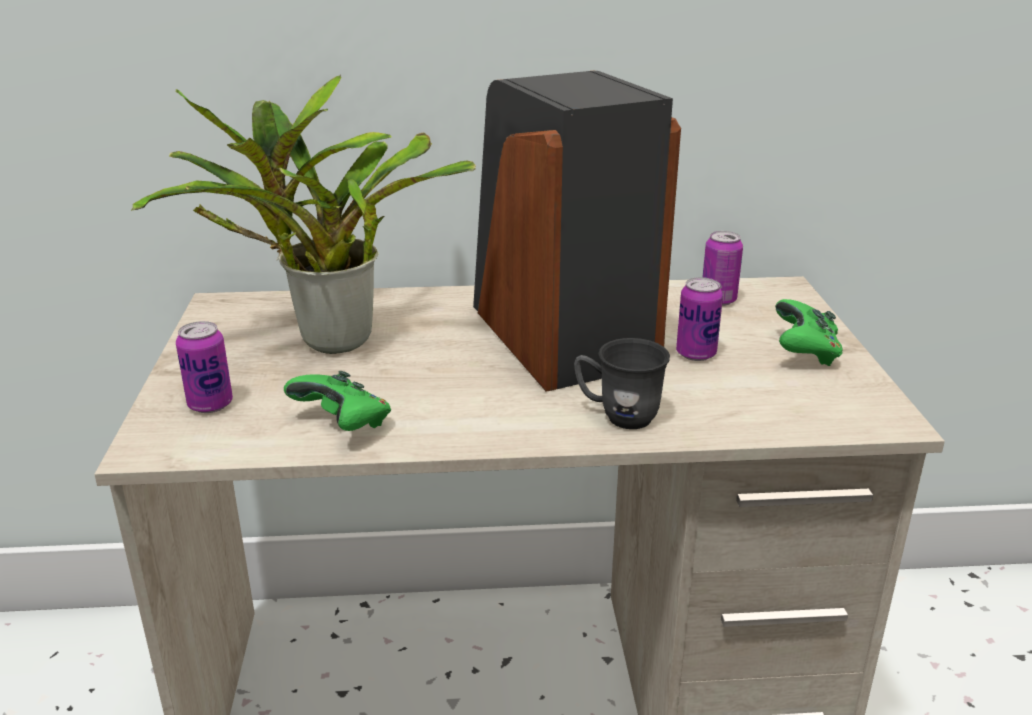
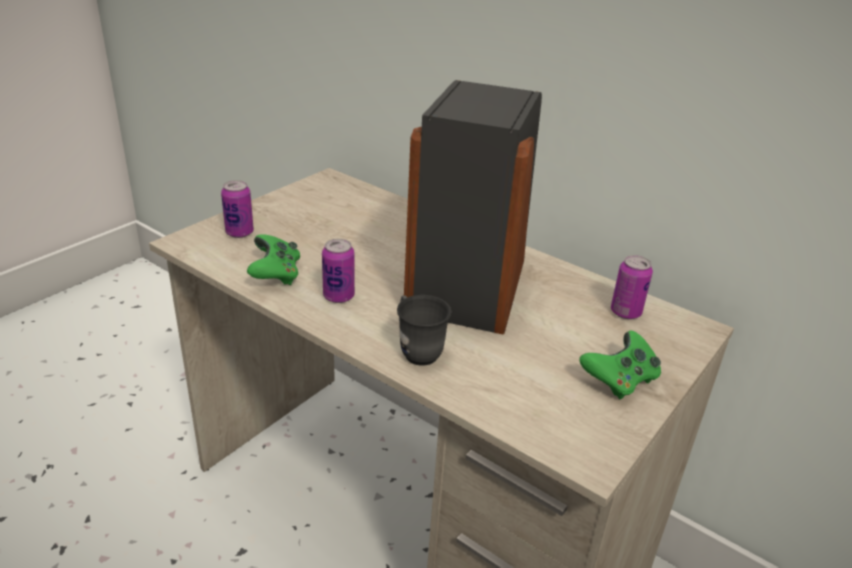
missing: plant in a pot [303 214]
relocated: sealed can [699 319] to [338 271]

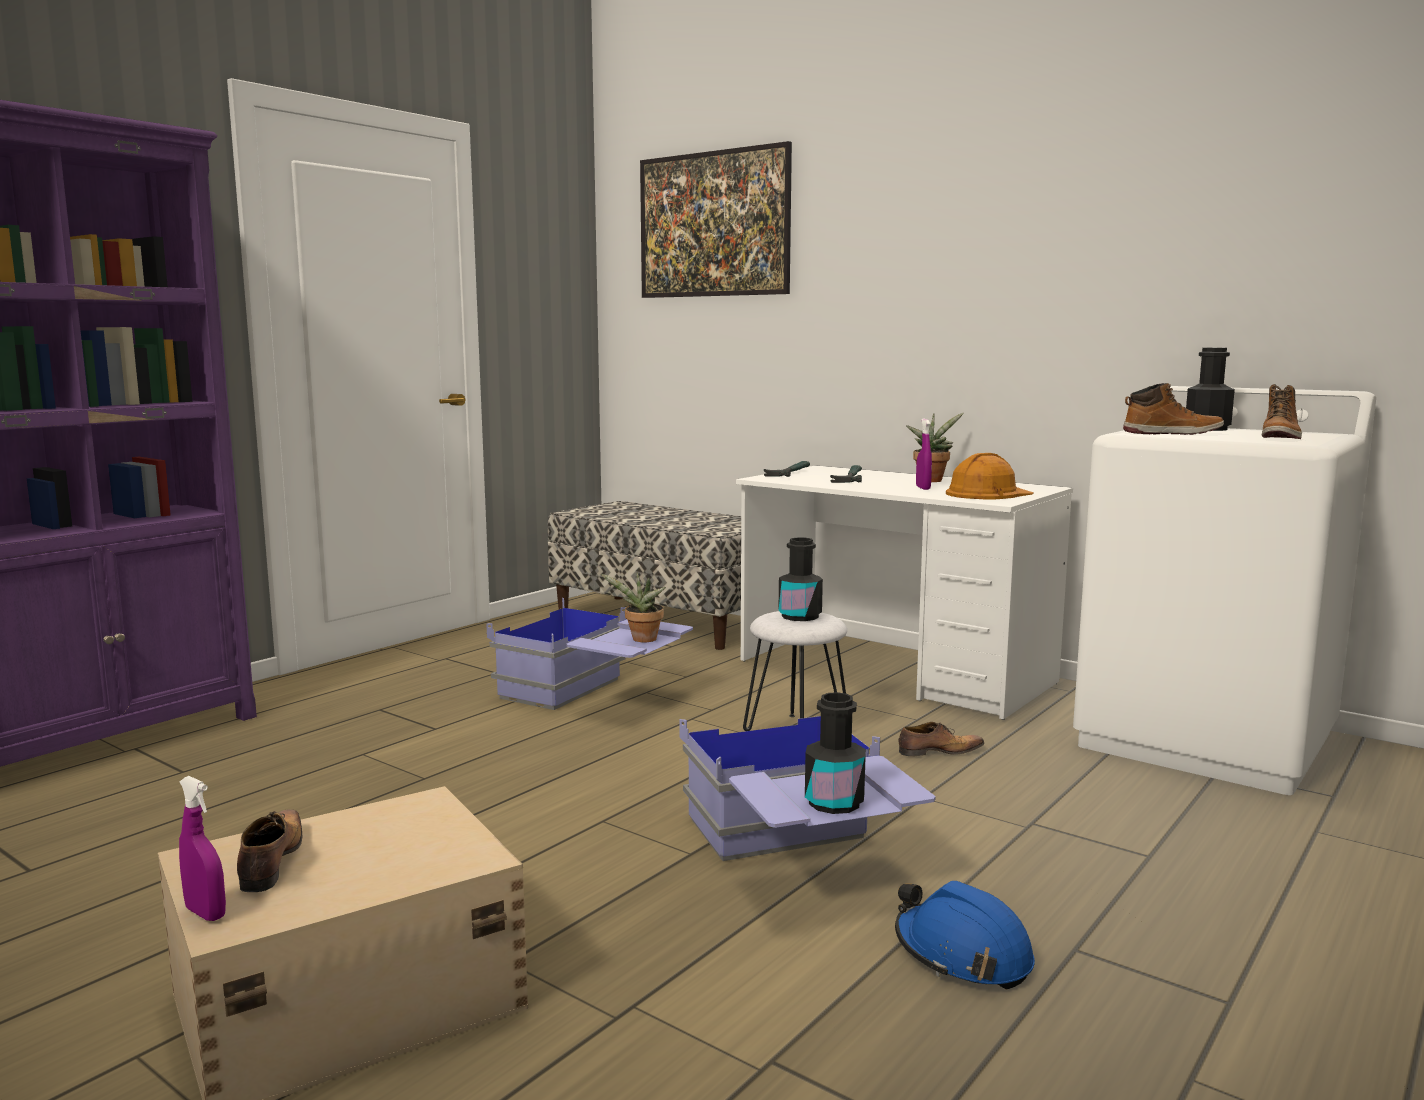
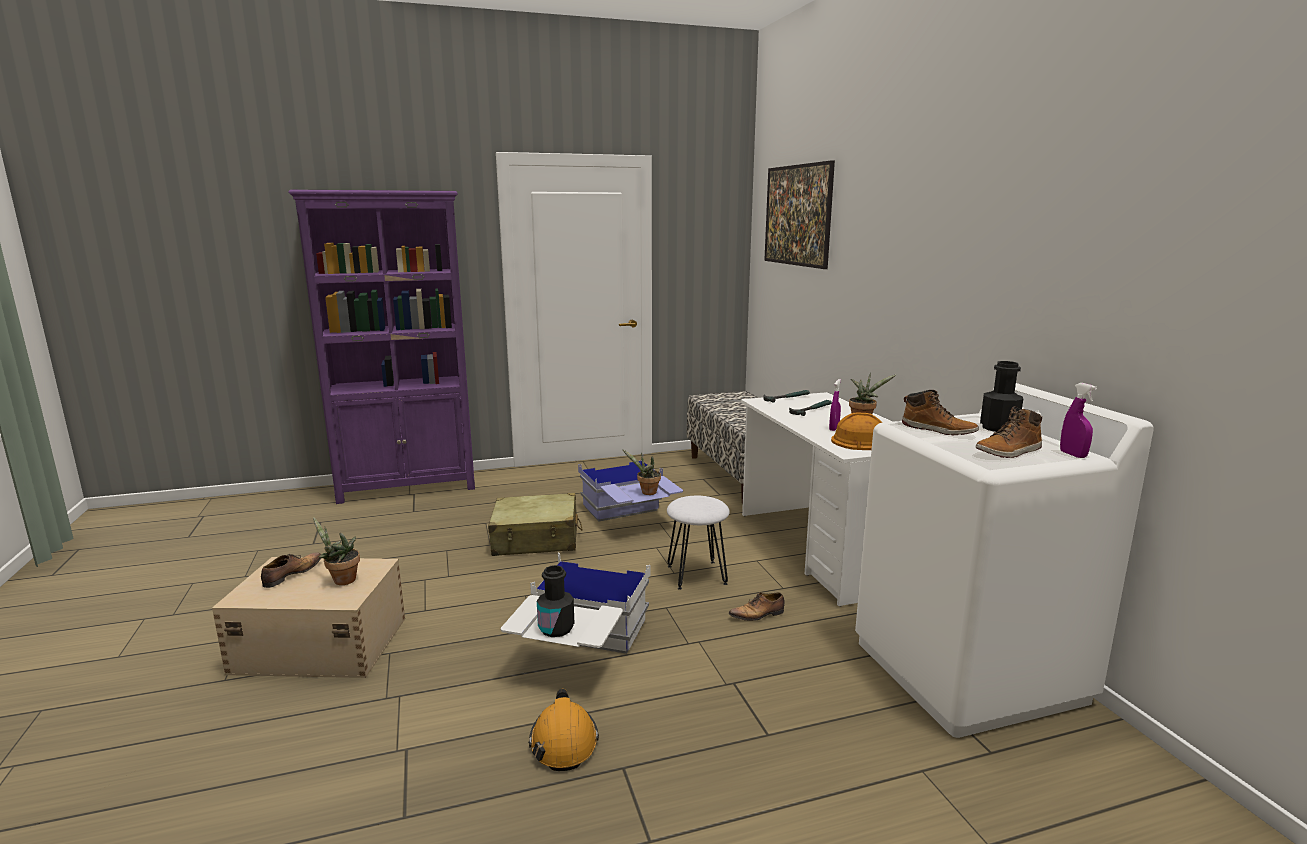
missing: blackish beverage bottle [801 579]
appeared: plant in a pot [336 551]; sand-coloured suitcase [535 524]
relocated: purple sprayer [202 848] to [1078 420]
colour: blue-coloured storage container [807 788] to white storage container [575 603]; blue-coloured work helmet [965 935] to orangey work helmet [564 730]
spun: item of footwear [942 739] = [756 606] 135 degrees clockwise

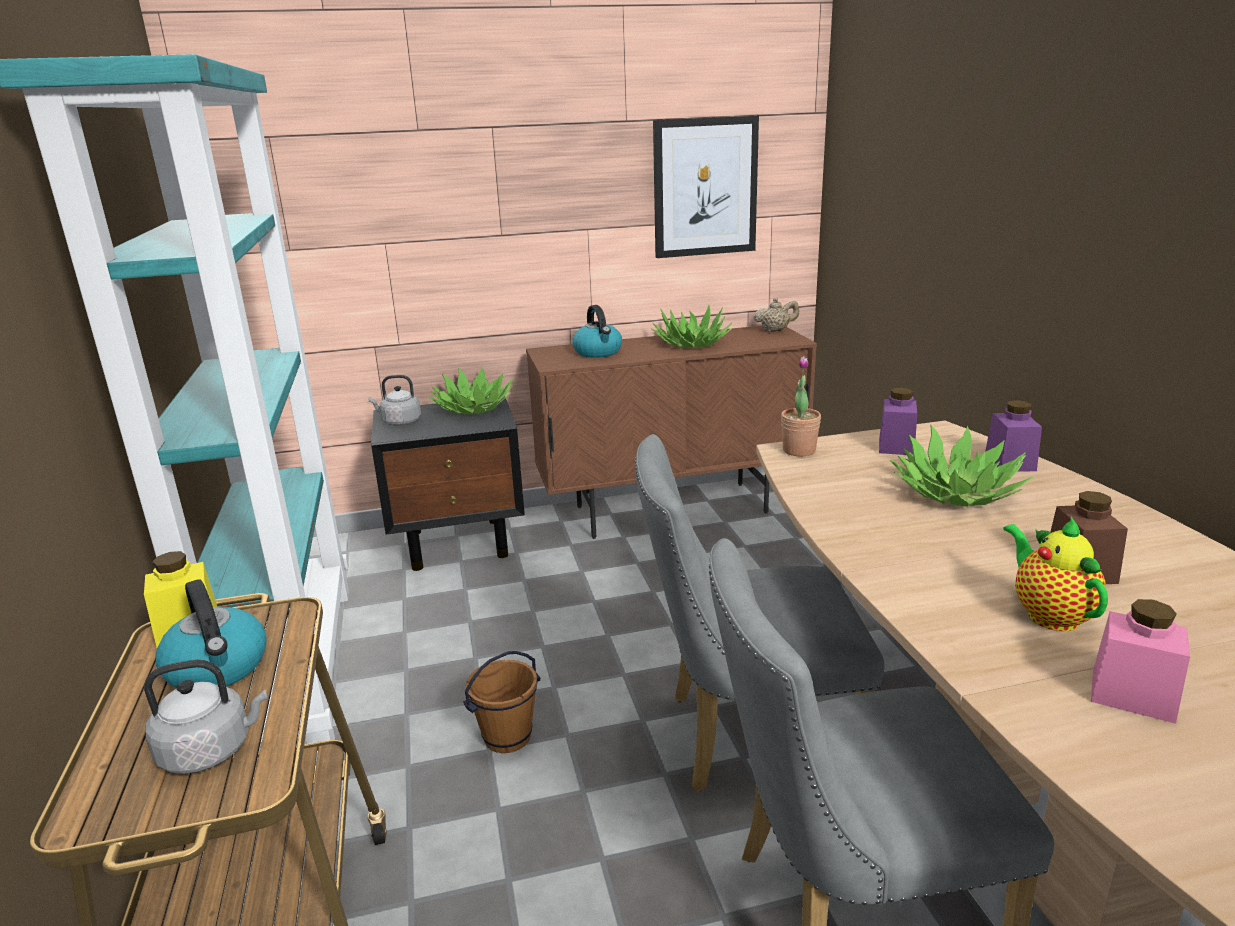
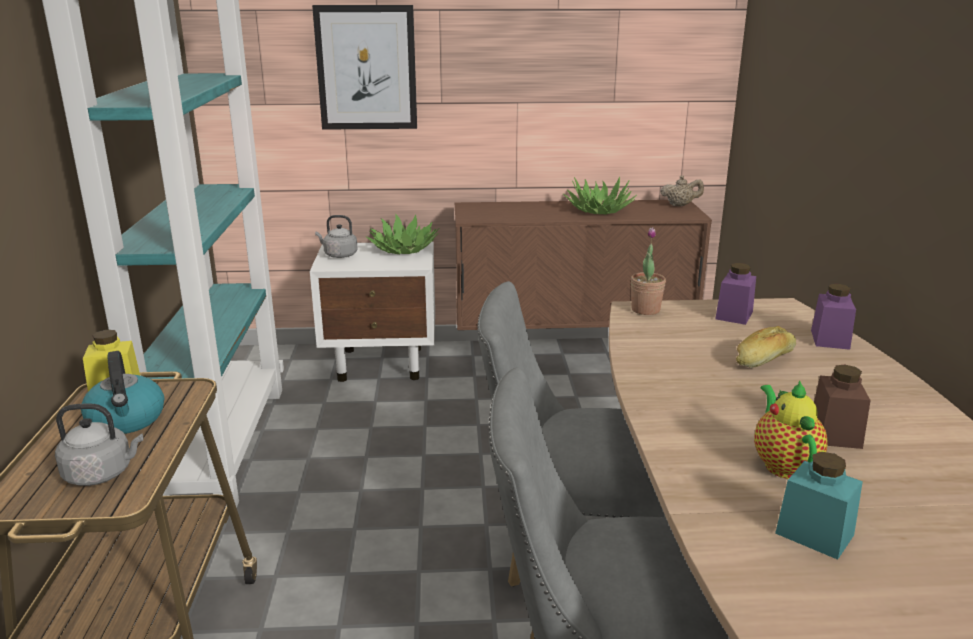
missing: brownish pail [501 702]; tea kettle [597 331]
relocated: wall art [706 187] to [364 67]
exchanged: plant in a pot [961 466] to bakery bread [766 347]
colour: blackish nightstand [448 483] to white nightstand [372 312]; pinkish storage jar [1140 661] to turquoise-coloured storage jar [819 506]

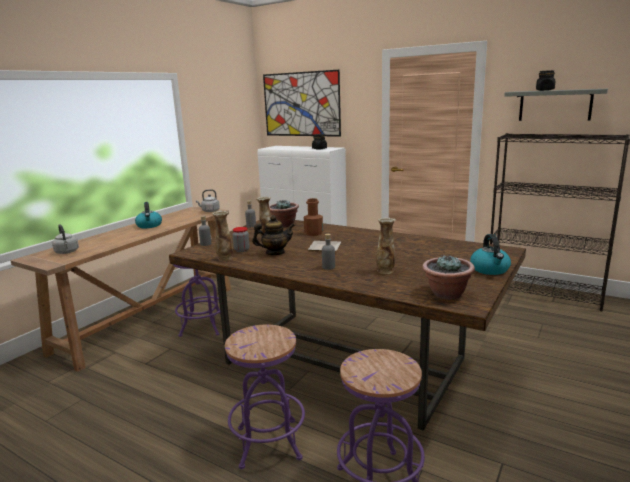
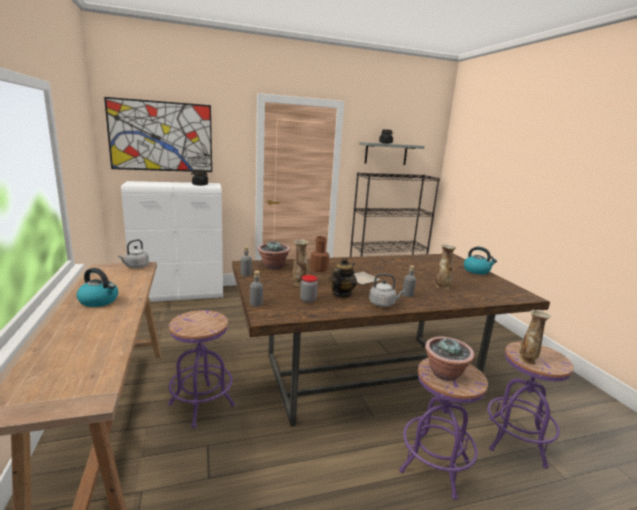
relocated: greyish tea kettle [65 239] to [387 290]; plant in a pot [448 277] to [450 359]; decorative vase [222 235] to [534 337]

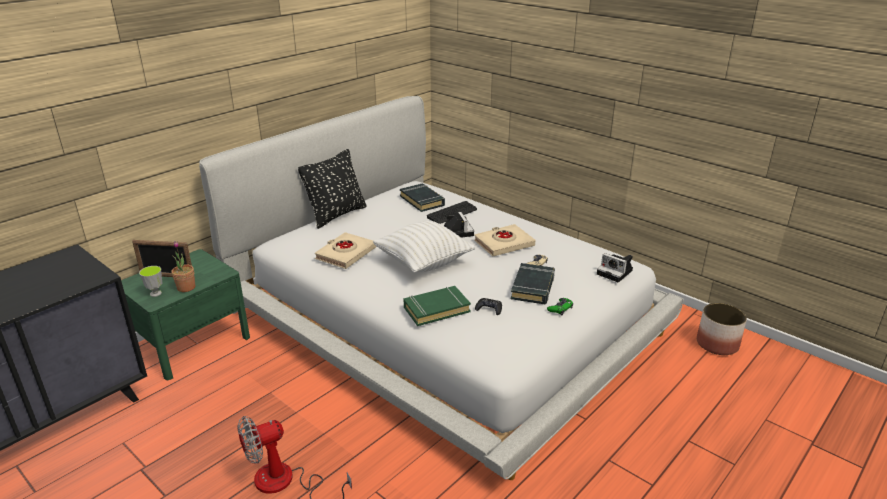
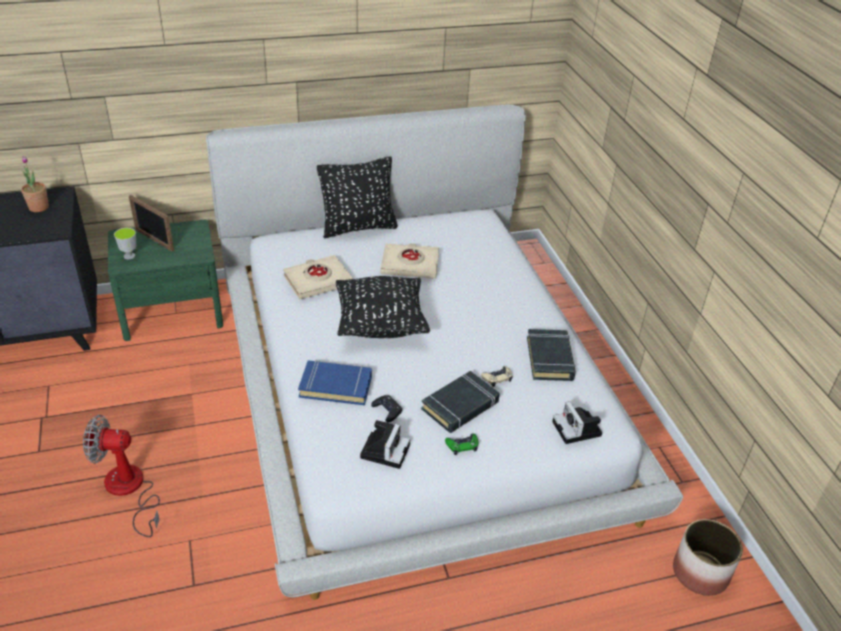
missing: PC keyboard [452 212]
relocated: plant in a pot [183 266] to [35 184]; still camera [459 225] to [385 444]; sand-coloured volume [504 240] to [409 261]; blackish volume [422 197] to [551 355]
colour: green-coloured volume [437 306] to blue-coloured volume [335 382]; white throw pillow [424 247] to blackish throw pillow [383 307]

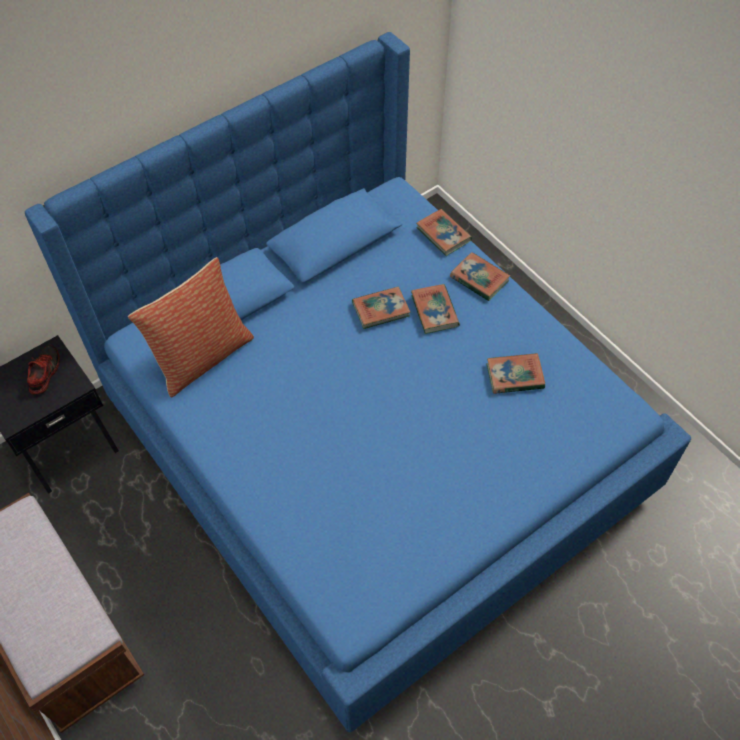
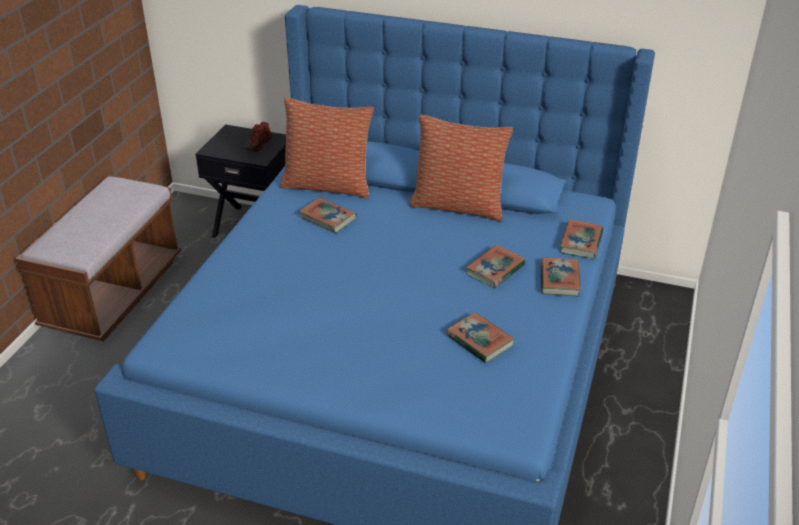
appeared: throw pillow [461 167]
relocated: volume [381 307] to [328 215]
spun: item of footwear [43 370] = [258 136] 135 degrees clockwise

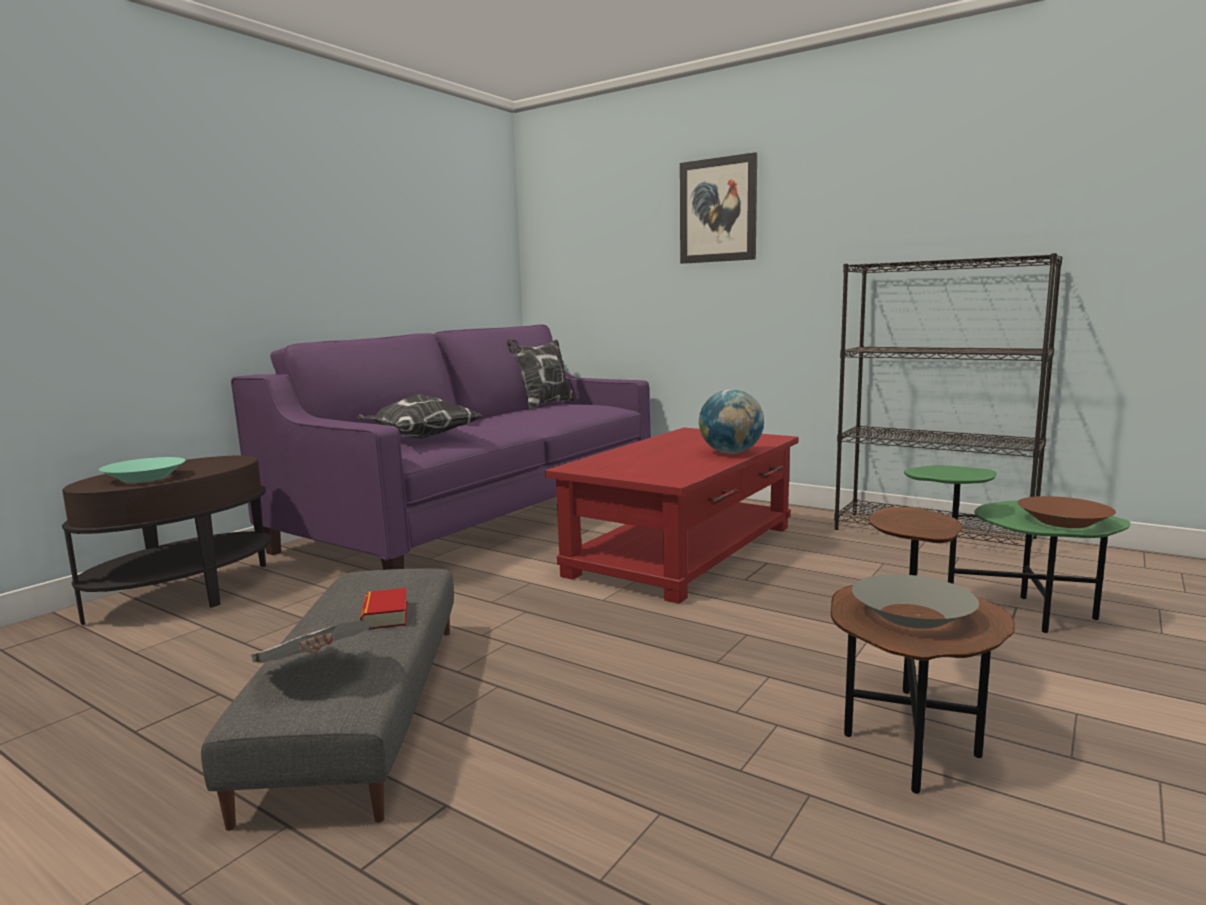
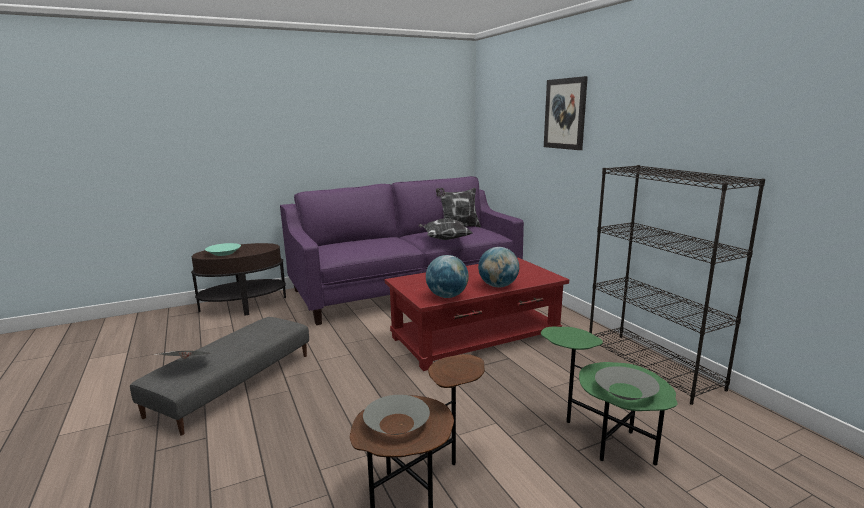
missing: volume [384 608]
appeared: world globe [447 276]
relocated: throw pillow [419 416] to [445 229]
colour: brownish deep dish [1066 512] to greyish deep dish [627 383]

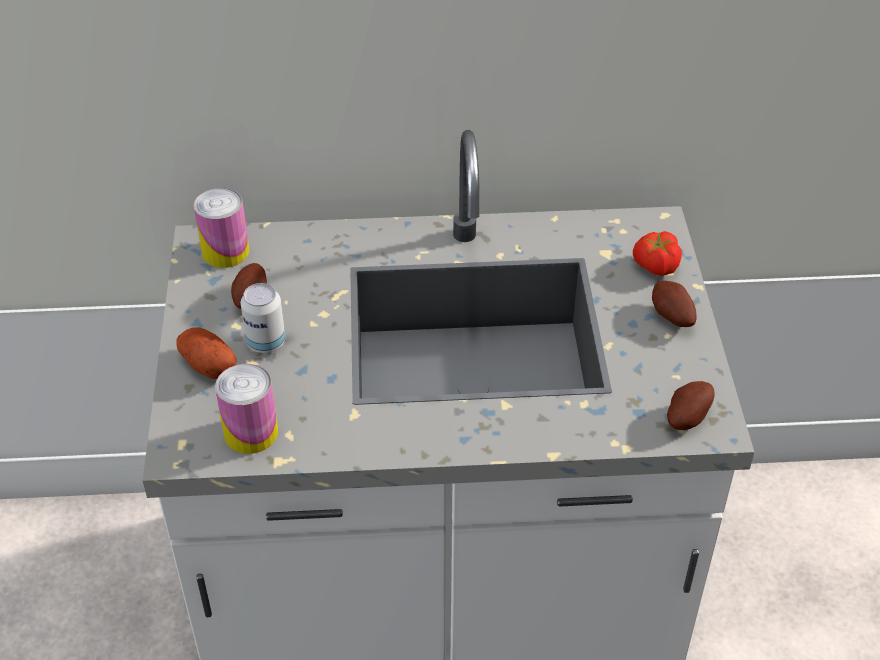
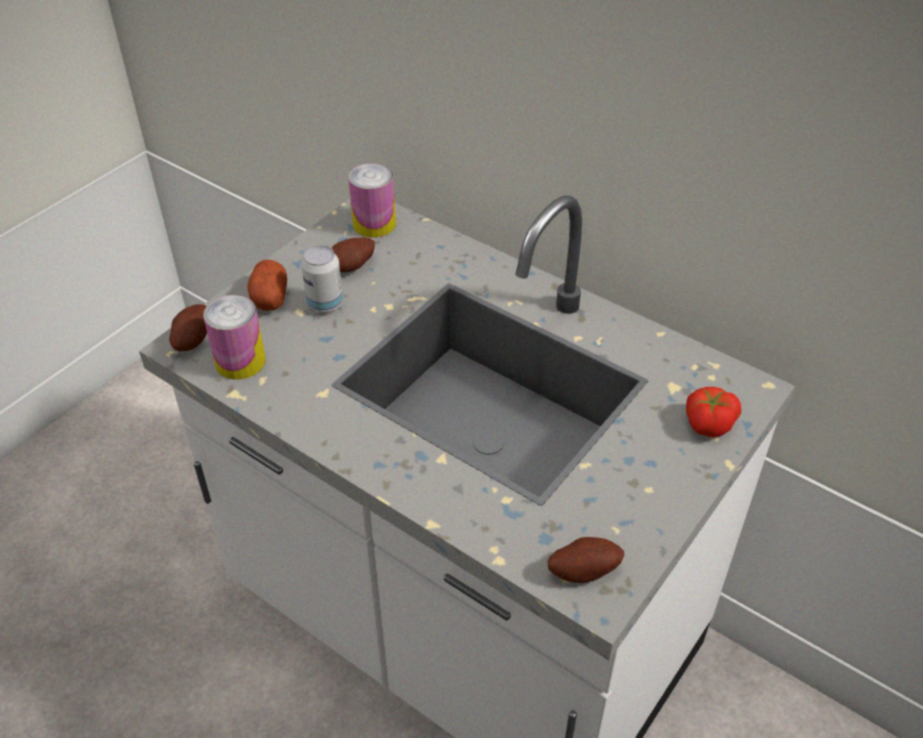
relocated: whole potato [674 304] to [188 327]

